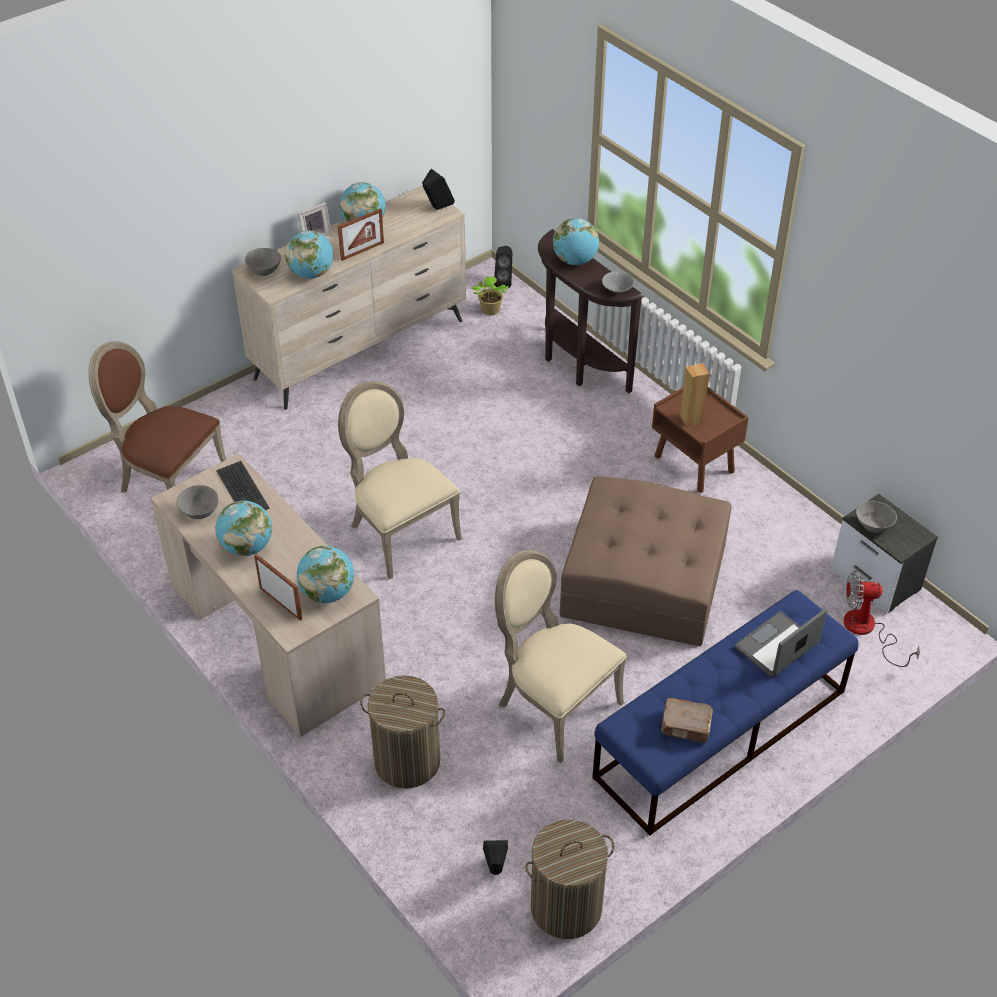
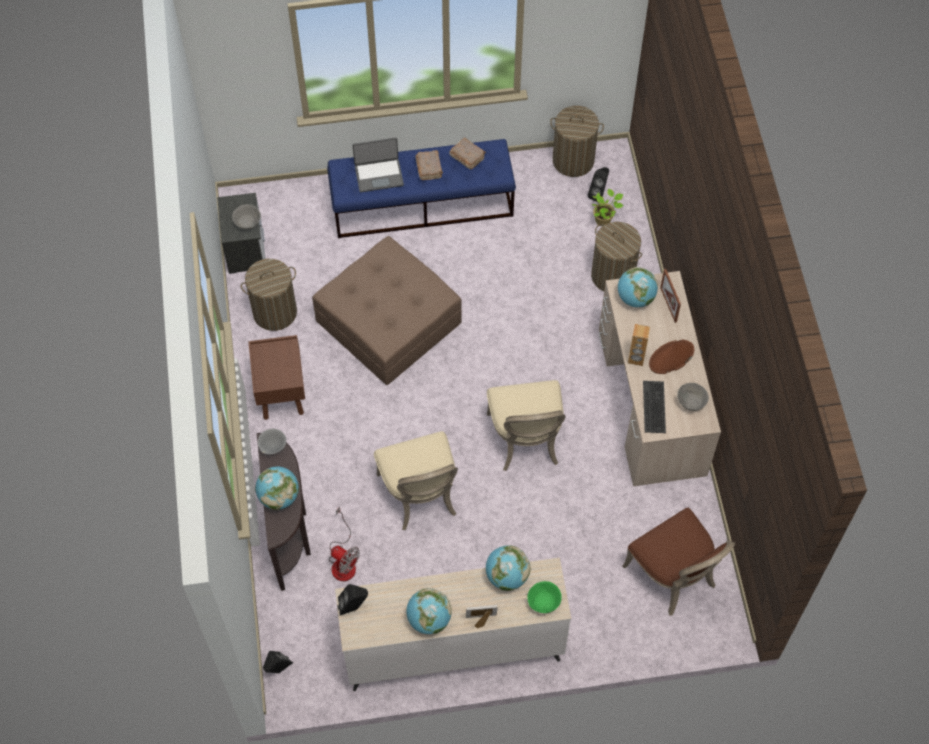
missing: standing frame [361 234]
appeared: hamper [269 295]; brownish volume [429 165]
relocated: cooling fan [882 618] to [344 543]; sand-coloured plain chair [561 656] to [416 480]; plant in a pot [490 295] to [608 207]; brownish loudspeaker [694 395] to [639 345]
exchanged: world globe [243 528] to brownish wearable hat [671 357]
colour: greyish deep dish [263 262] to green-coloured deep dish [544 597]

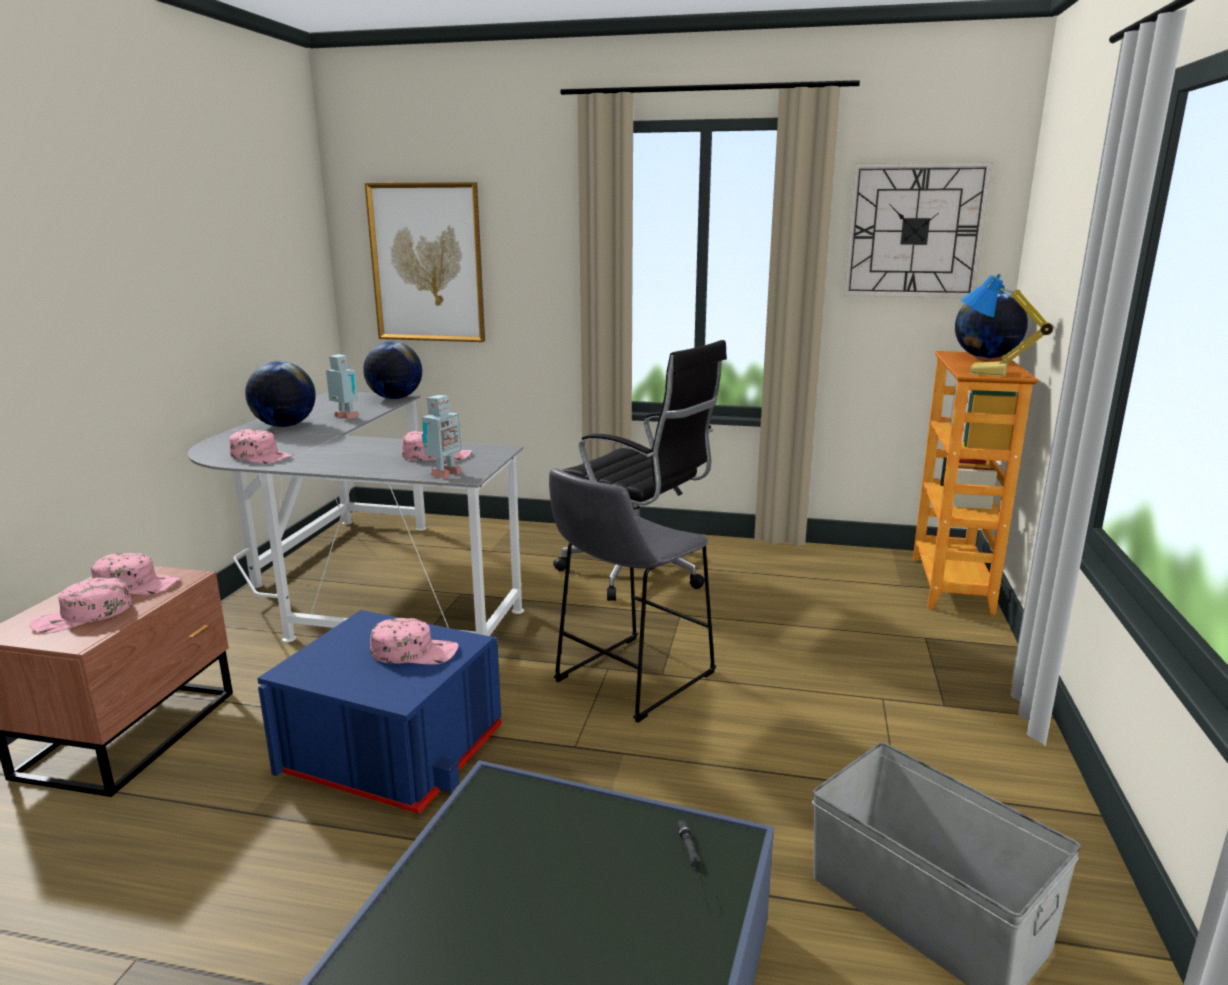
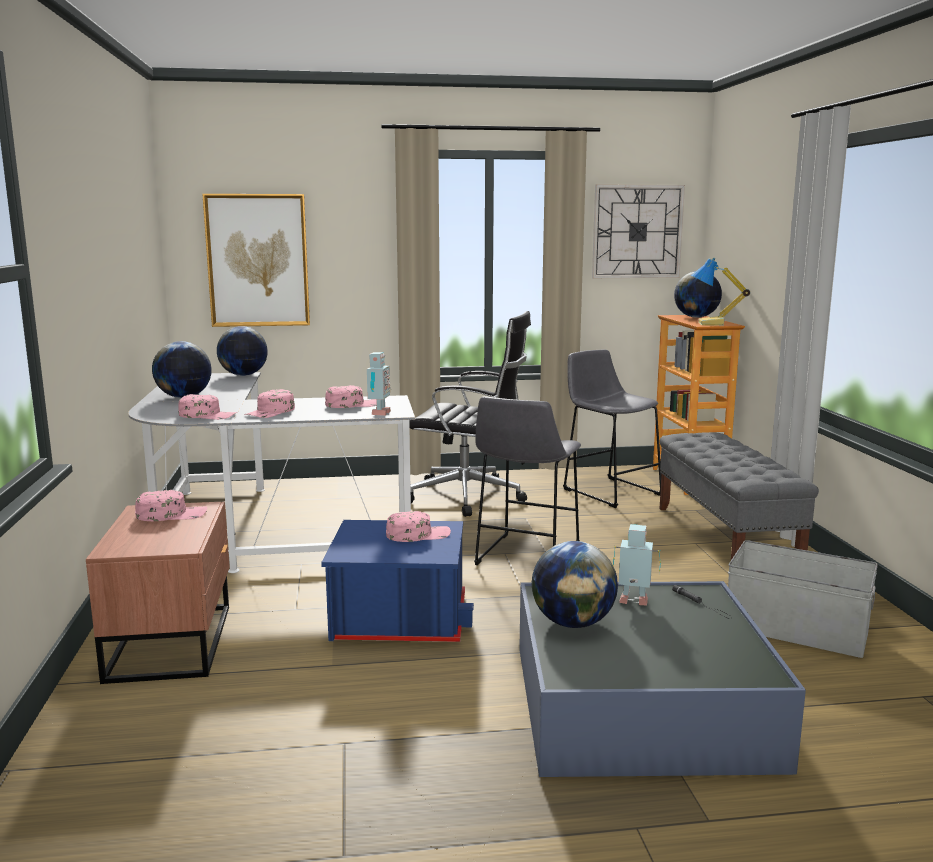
appeared: world globe [574 584]; greyish stool seat [612 428]; greyish bench [739 496]
relocated: pinkish peaked cap [80 605] to [269 403]; model robot [342 386] to [637 565]

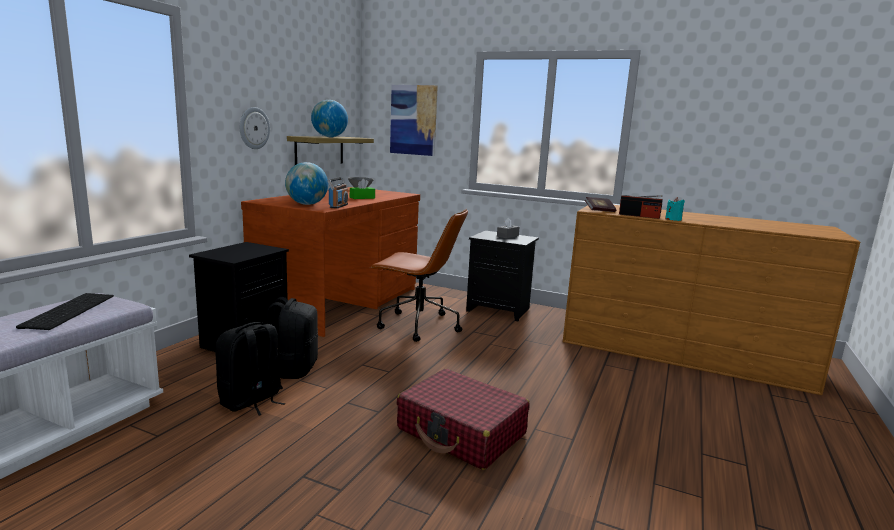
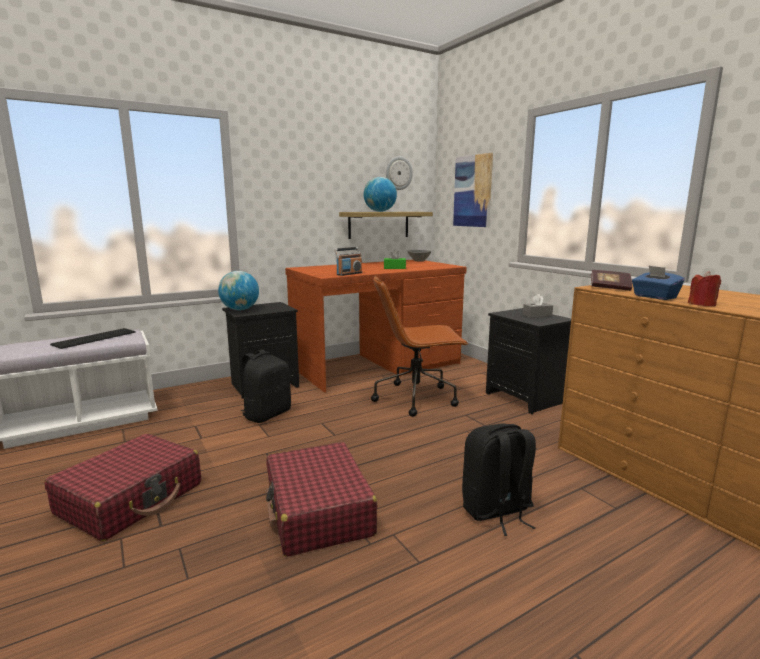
appeared: red suitcase [122 487]
relocated: world globe [306 183] to [238 290]; hanging clock [255 128] to [399 173]; blackish rucksack [250 368] to [499 480]
exchanged: radio [641 207] to blue-coloured box of tissues [658 283]
colour: turquoise-coloured wax light [675 209] to red wax light [704 288]
spun: brownish desk chair [419 275] = [419 346] 120 degrees clockwise

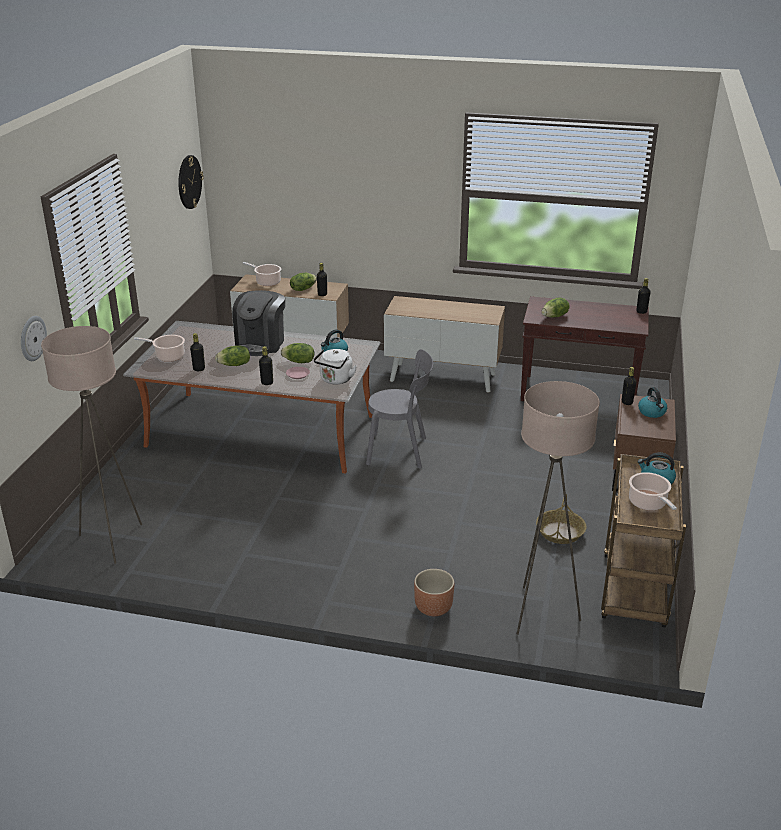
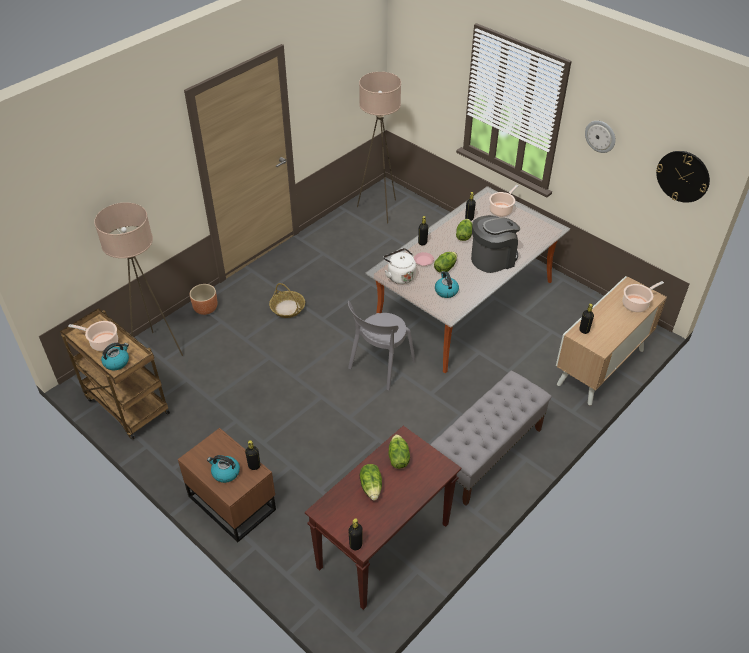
relocated: storage basket [561 519] to [287 300]; head of lettuce [303 282] to [371 482]; hanging clock [34 338] to [600 137]
exchanged: cabinet [444 344] to greyish bench [491 438]
spun: coffee maker [258 323] = [495 244] 105 degrees clockwise

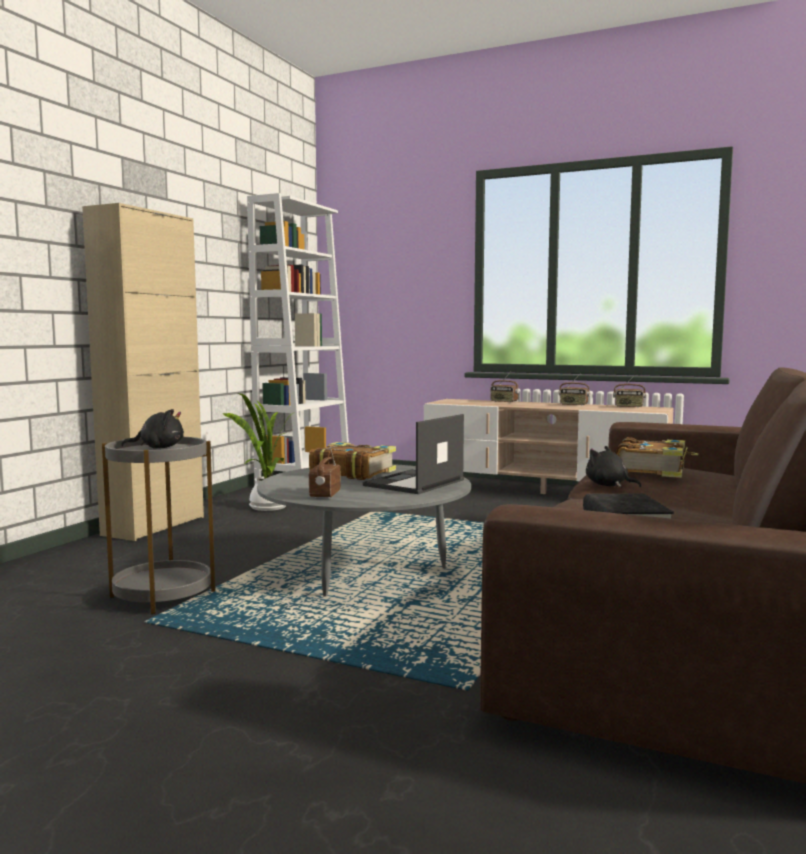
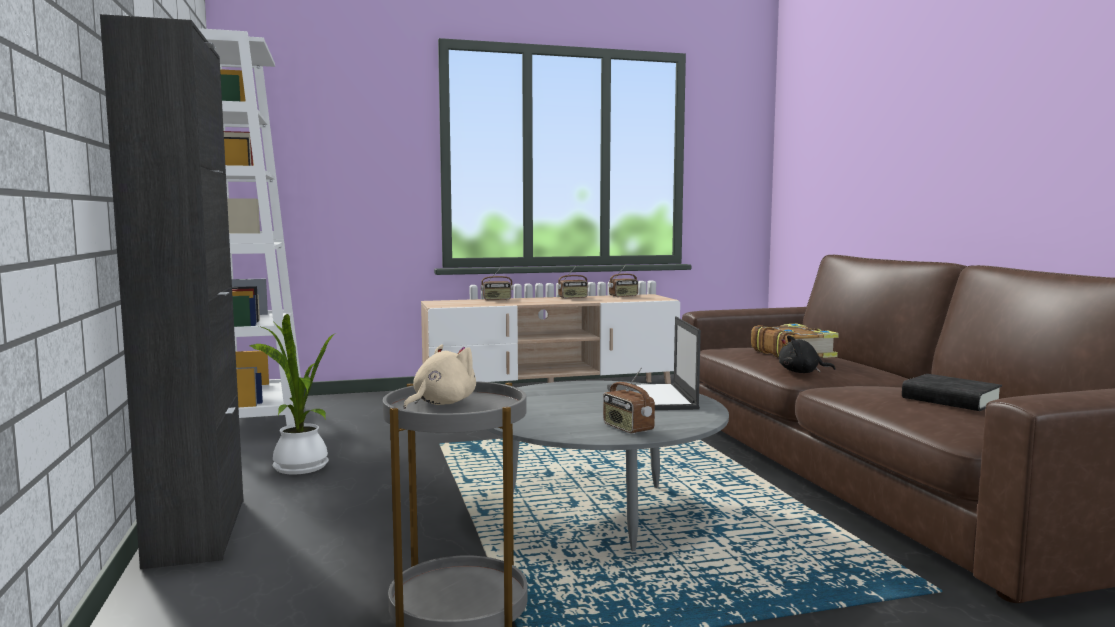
missing: volume [352 461]
colour: sand-coloured cabinet [143 372] to blackish cabinet [171 291]; blackish soft toy [152 428] to sand-coloured soft toy [439 376]

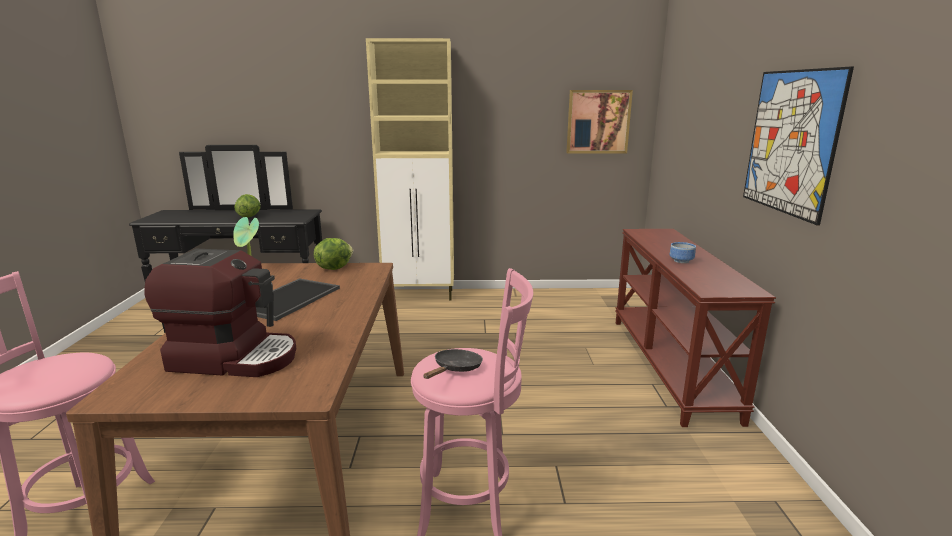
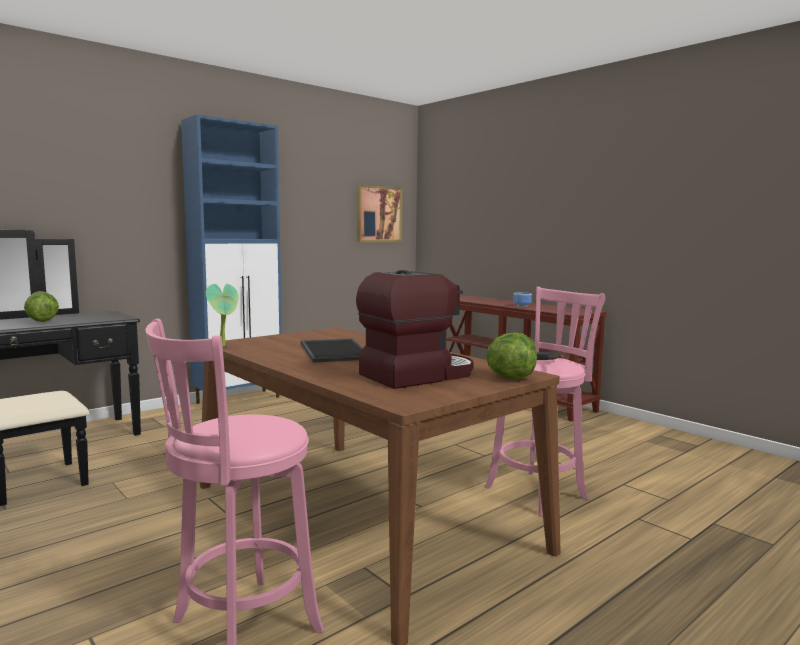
missing: wall art [798 146]
relocated: head of lettuce [333 254] to [511 355]
colour: sand-coloured cabinet [410 169] to blue-coloured cabinet [231 259]

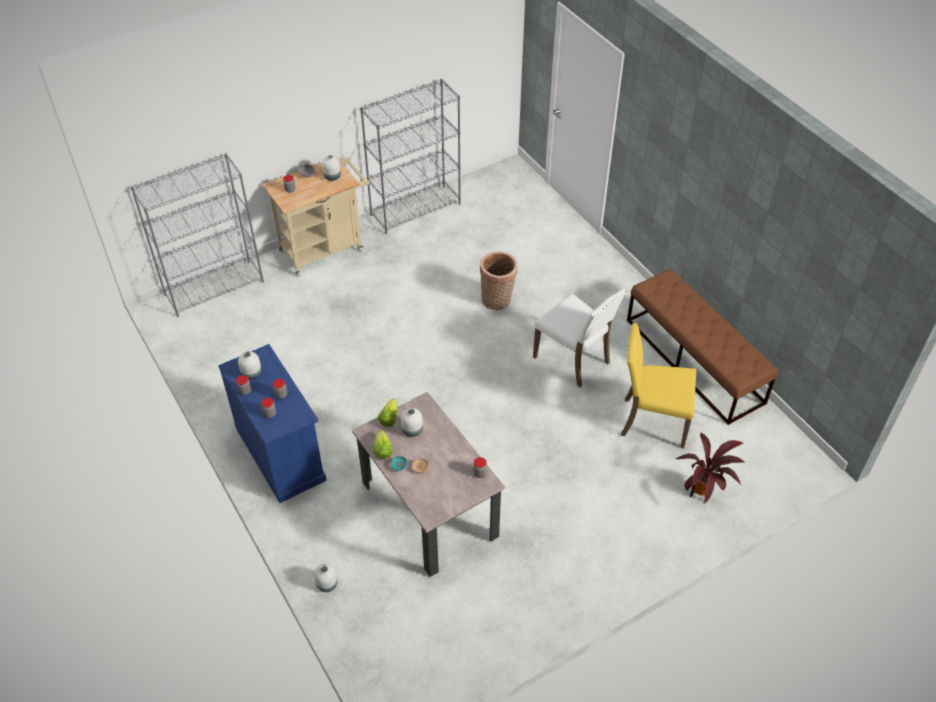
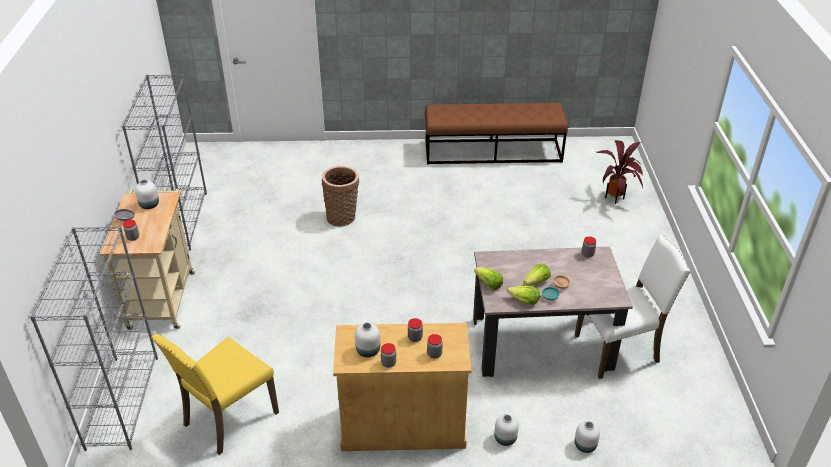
appeared: head of lettuce [537 275]
relocated: yellow-coloured plain chair [658 386] to [215 394]; white decorative vase [412 422] to [506 430]; white plain chair [580 337] to [633 307]
colour: blue-coloured cabinet [272 423] to sand-coloured cabinet [402 387]

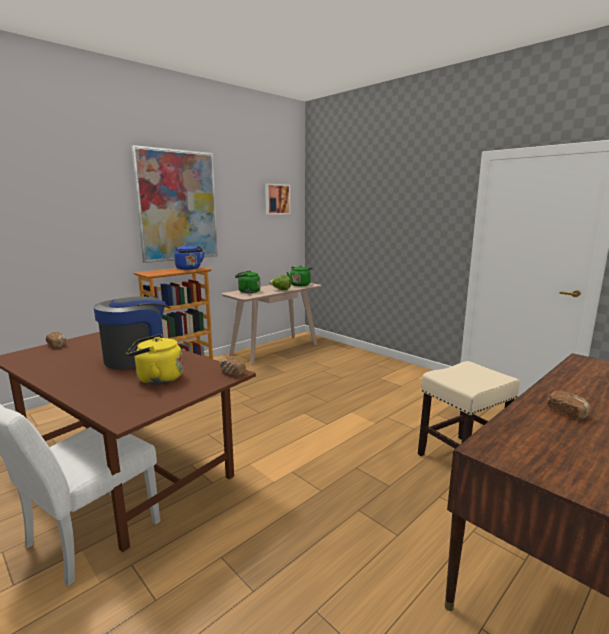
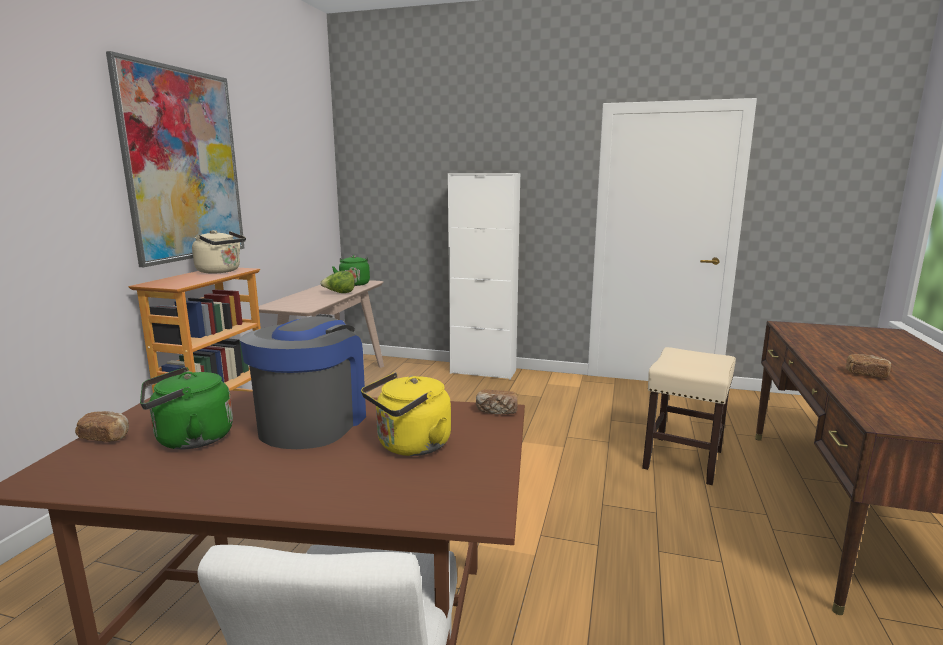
missing: wall art [277 199]
appeared: white cabinet [484 276]
relocated: green-coloured tea kettle [247 282] to [186 408]
colour: blue-coloured tea kettle [189 257] to sand-coloured tea kettle [219 252]

